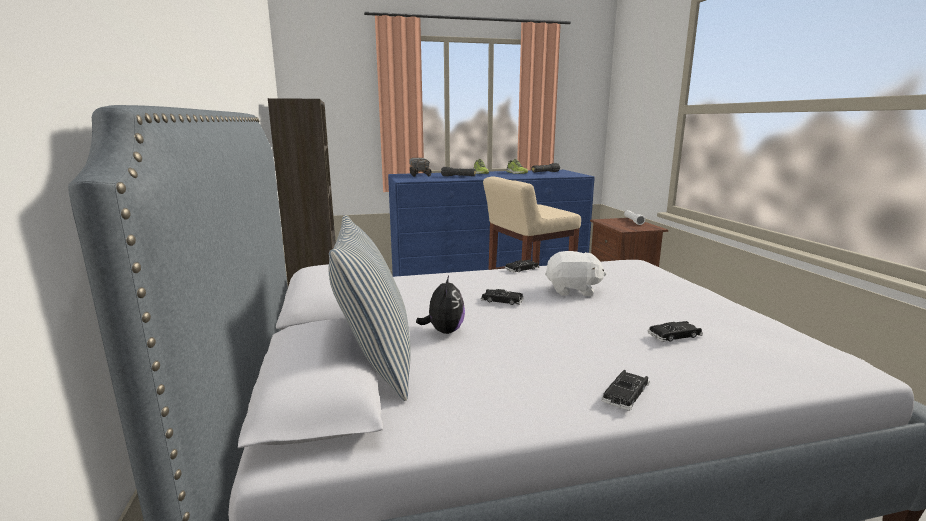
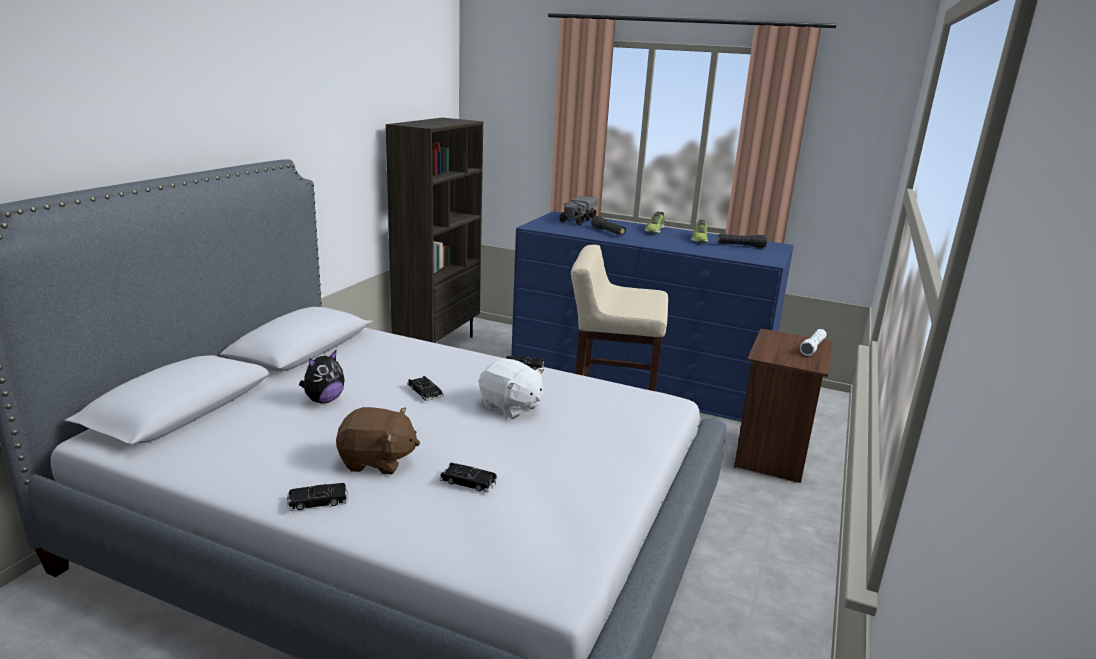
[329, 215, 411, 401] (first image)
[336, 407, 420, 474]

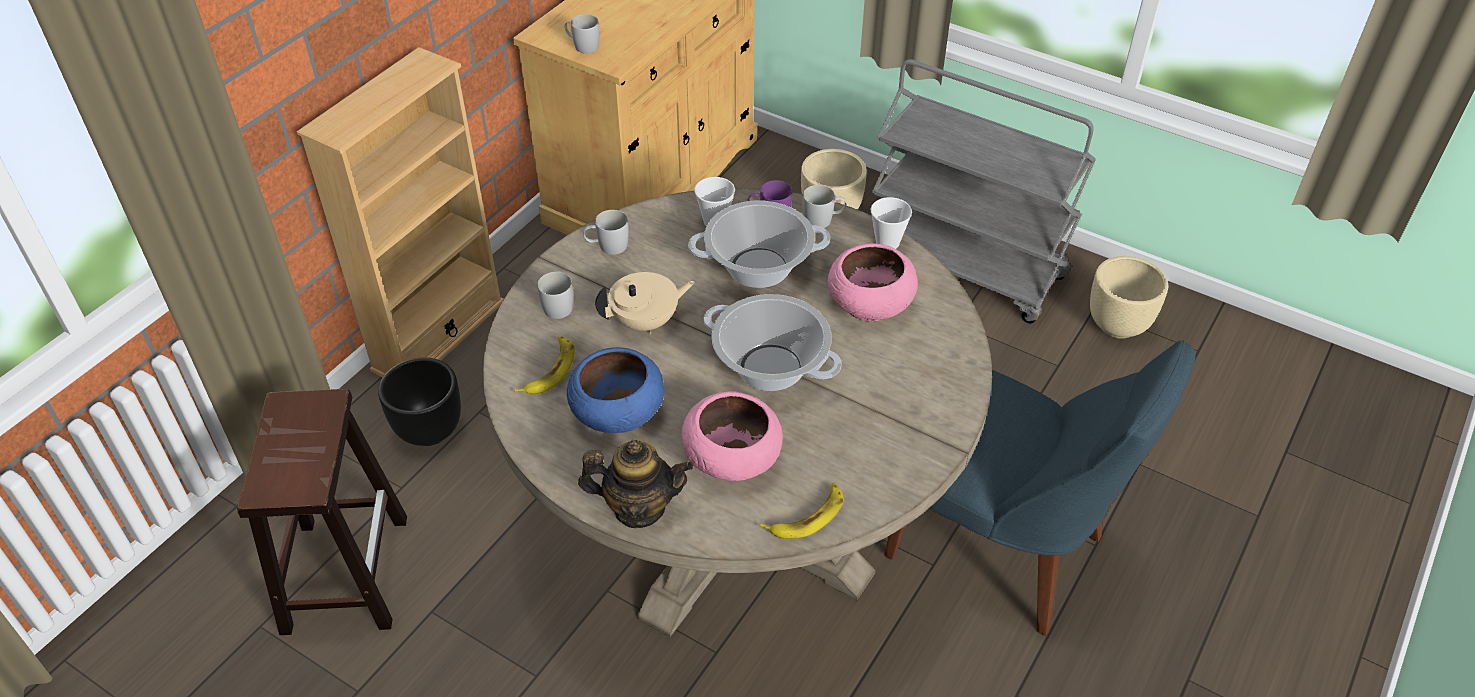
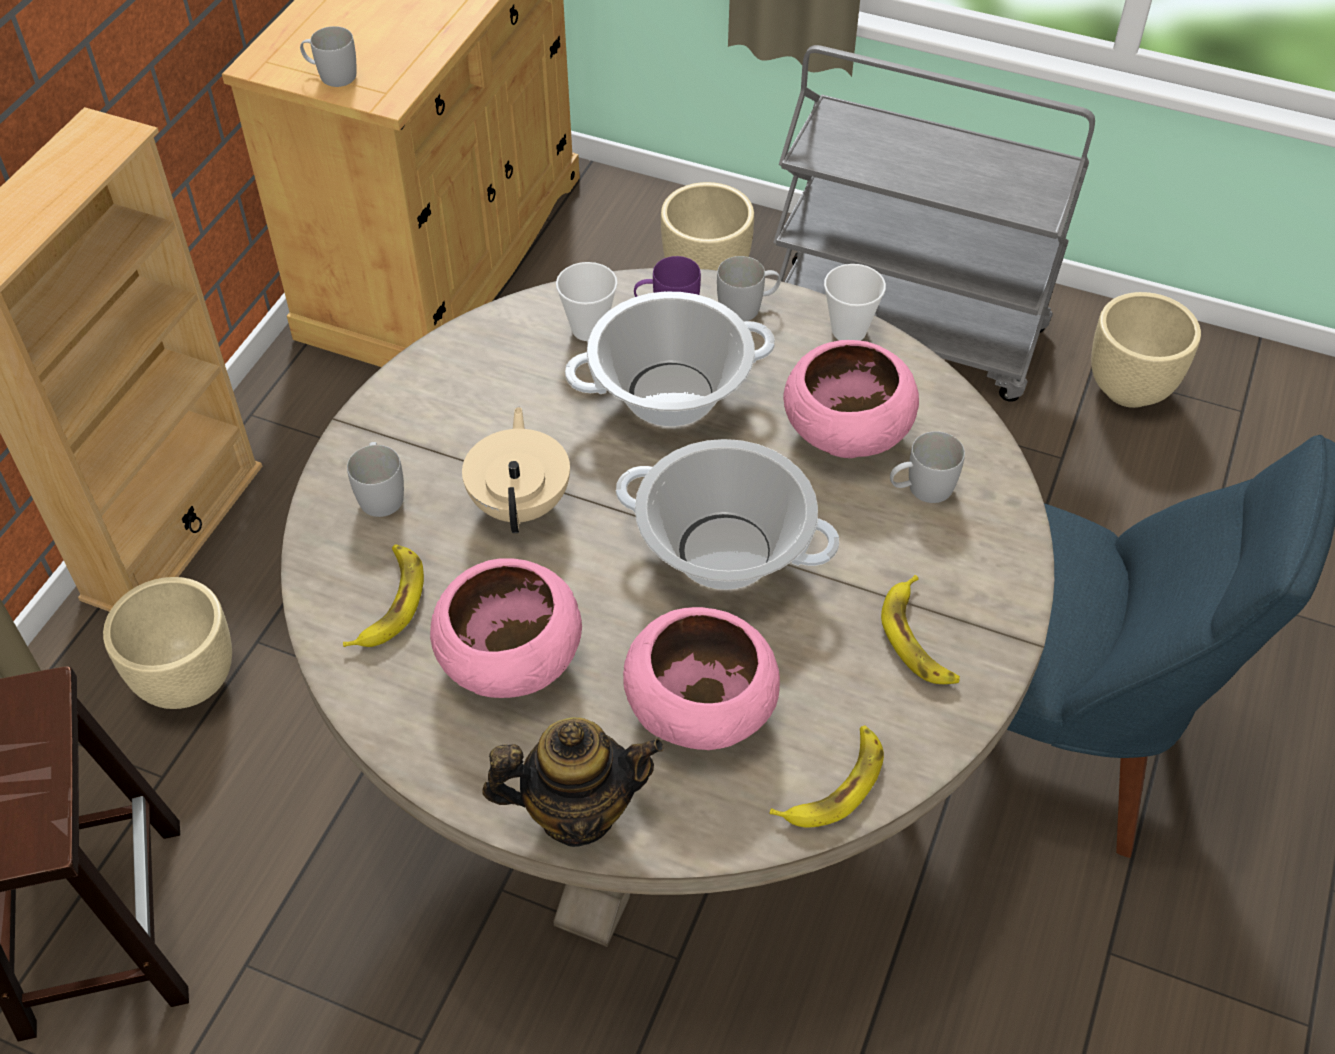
[103, 577, 232, 709]
[430, 558, 582, 698]
[890, 431, 965, 503]
[462, 407, 570, 533]
[881, 575, 960, 684]

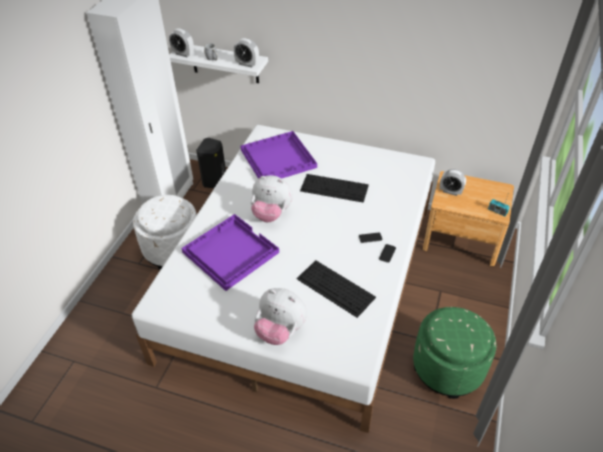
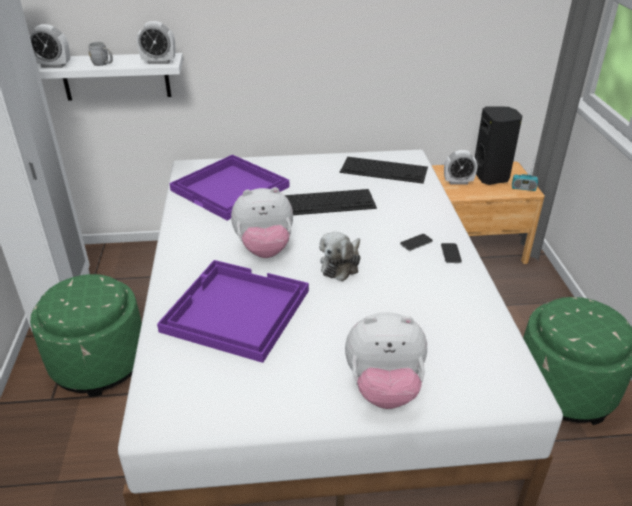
[30, 274, 142, 397]
[475, 106, 522, 185]
[340, 157, 428, 184]
[319, 232, 361, 281]

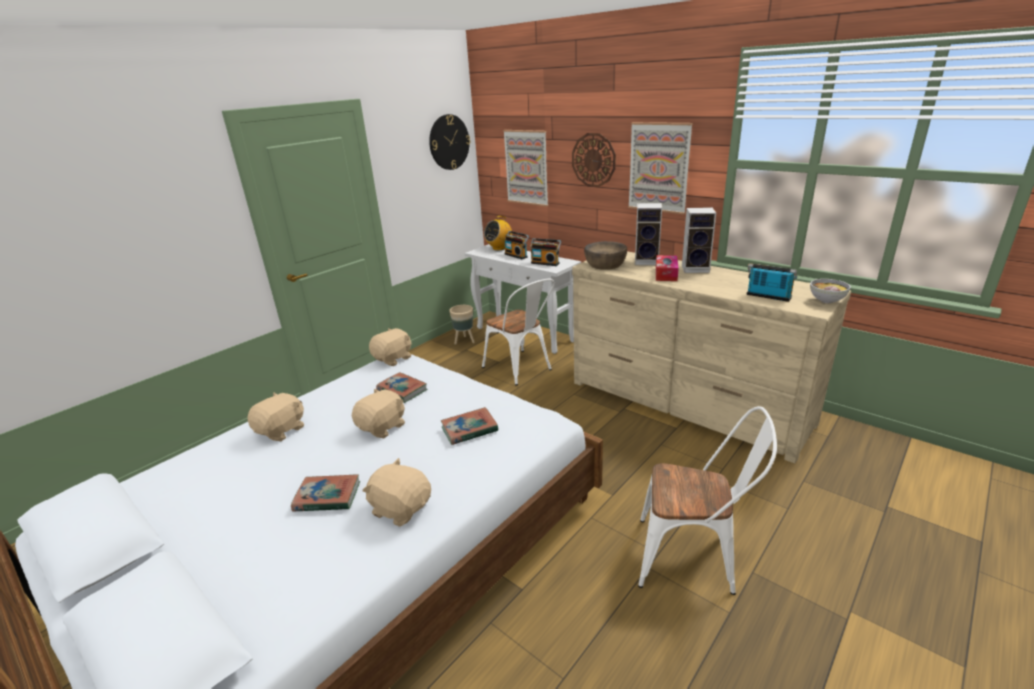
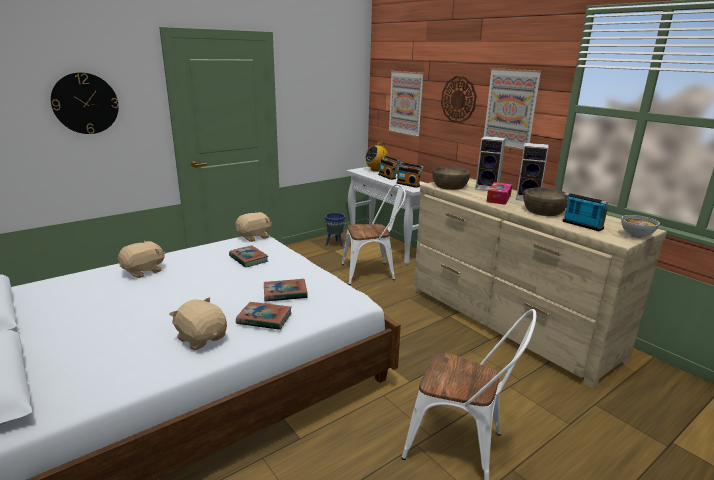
[236, 302, 291, 330]
[352, 389, 405, 438] (first image)
[51, 72, 119, 134]
[325, 213, 345, 247]
[342, 184, 406, 285]
[523, 188, 567, 216]

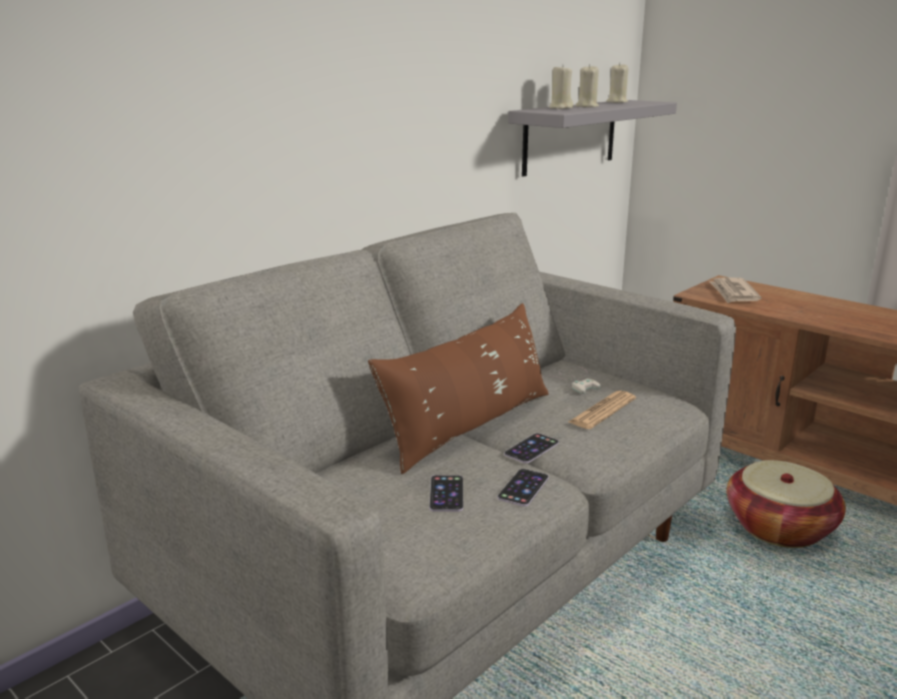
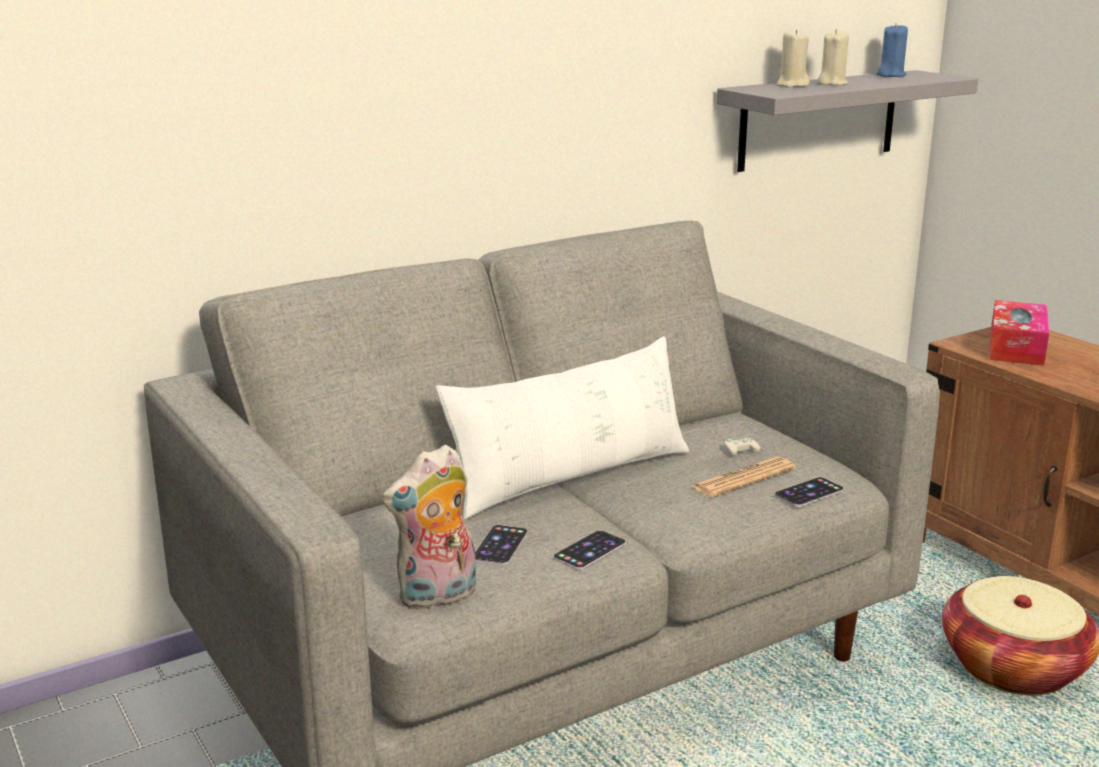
[436, 336, 689, 520]
[774, 477, 844, 507]
[876, 23, 908, 77]
[989, 300, 1049, 366]
[382, 444, 476, 611]

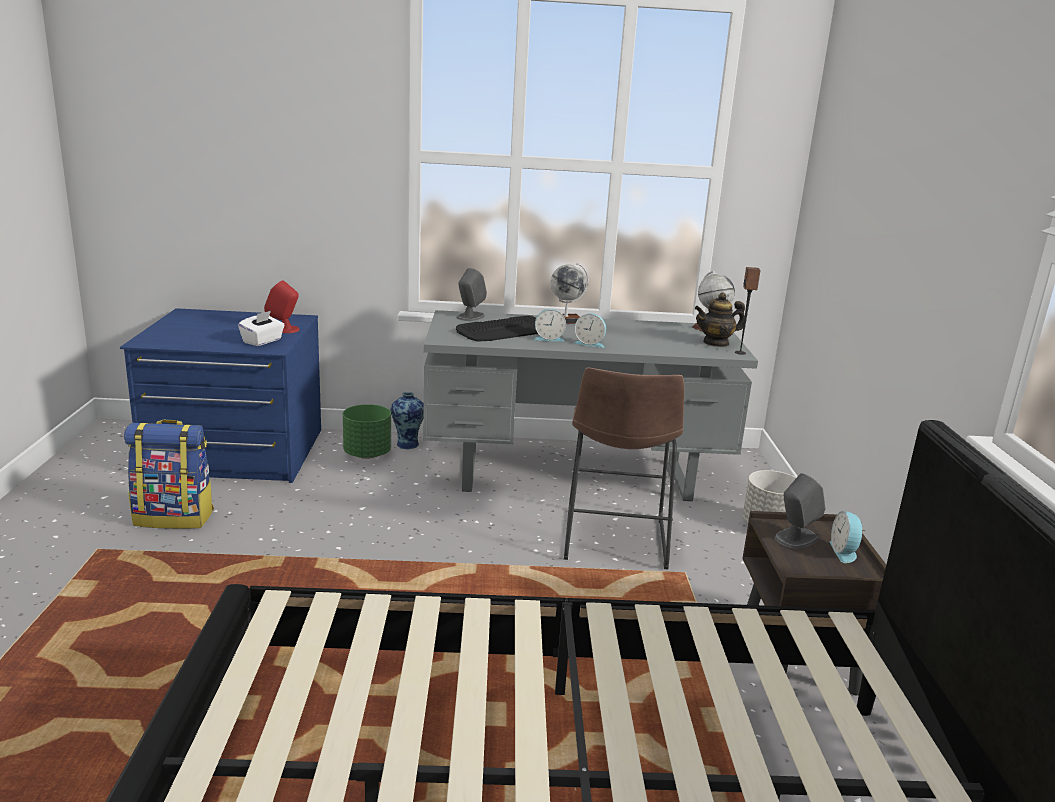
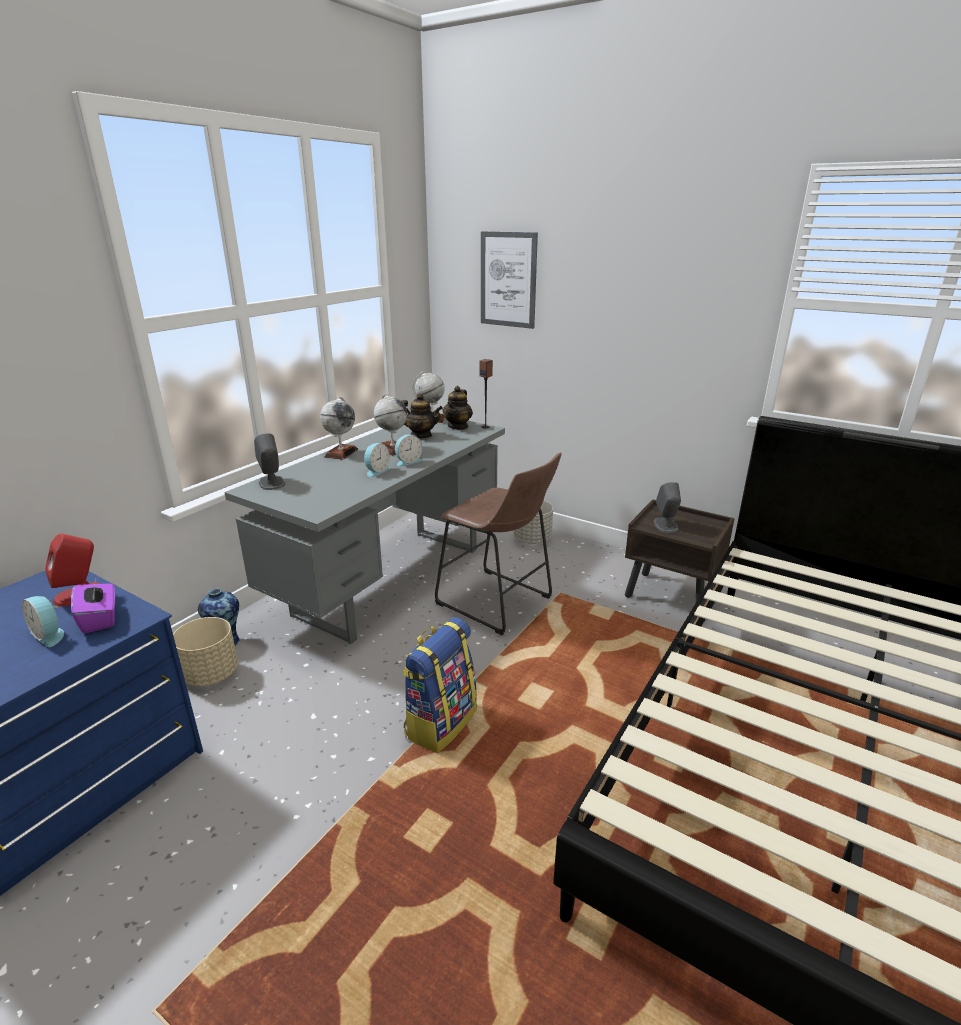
[402, 617, 477, 753]
[71, 576, 115, 633]
[173, 617, 238, 686]
[456, 316, 538, 342] (first image)
[22, 596, 64, 647]
[374, 394, 408, 456]
[402, 393, 443, 438]
[481, 231, 538, 329]

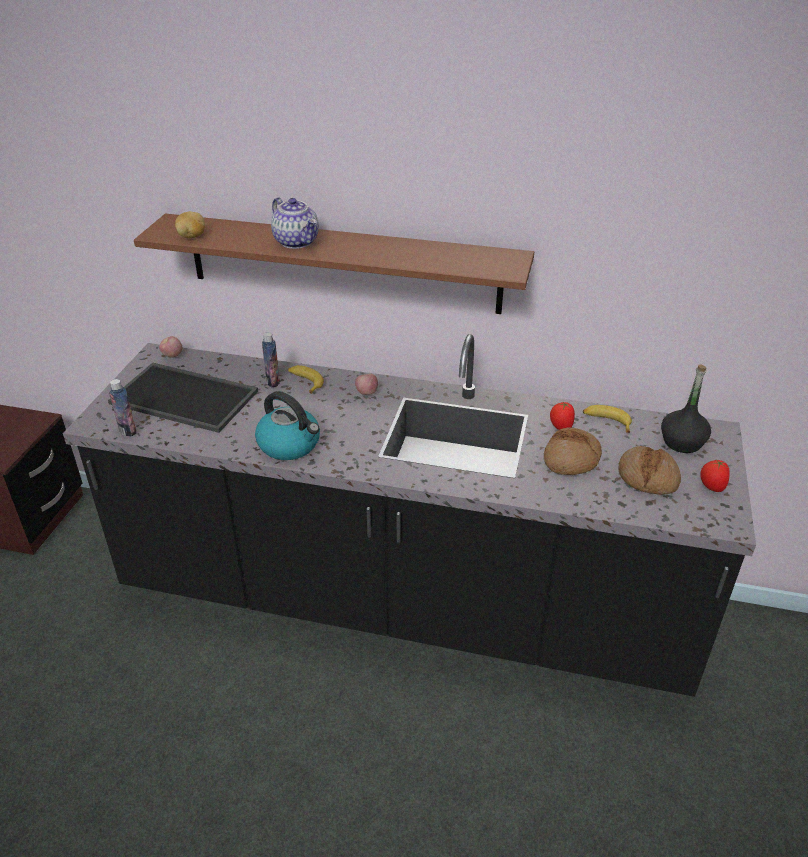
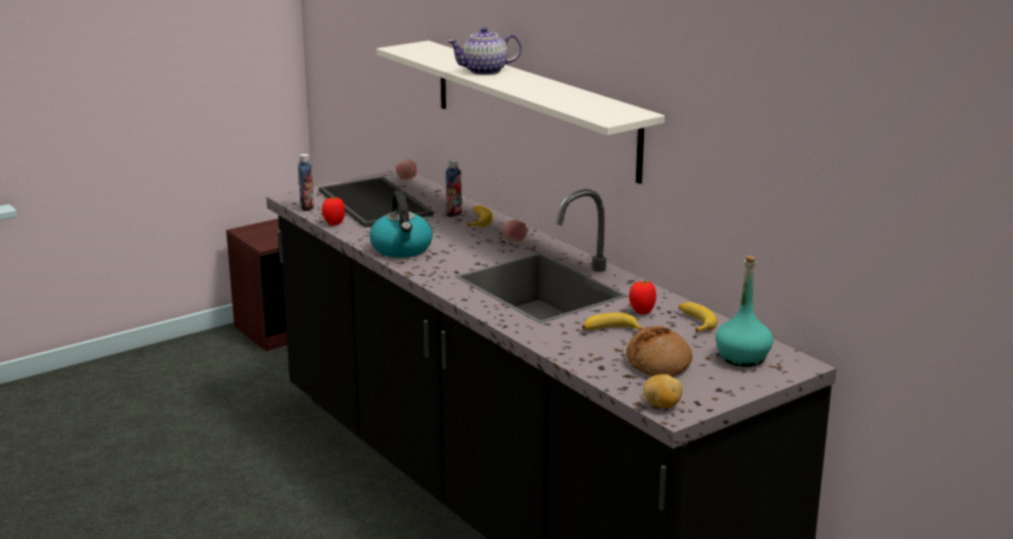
[377, 41, 665, 184]
[643, 374, 683, 408]
[448, 27, 522, 75]
[582, 313, 644, 331]
[715, 255, 773, 367]
[322, 197, 345, 226]

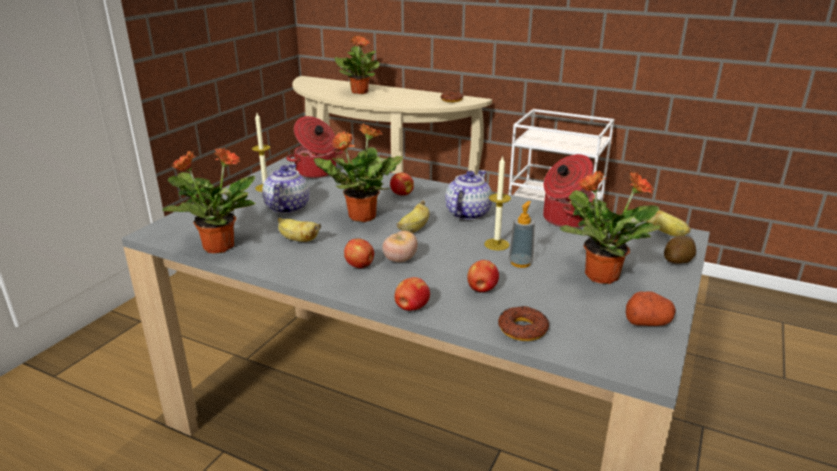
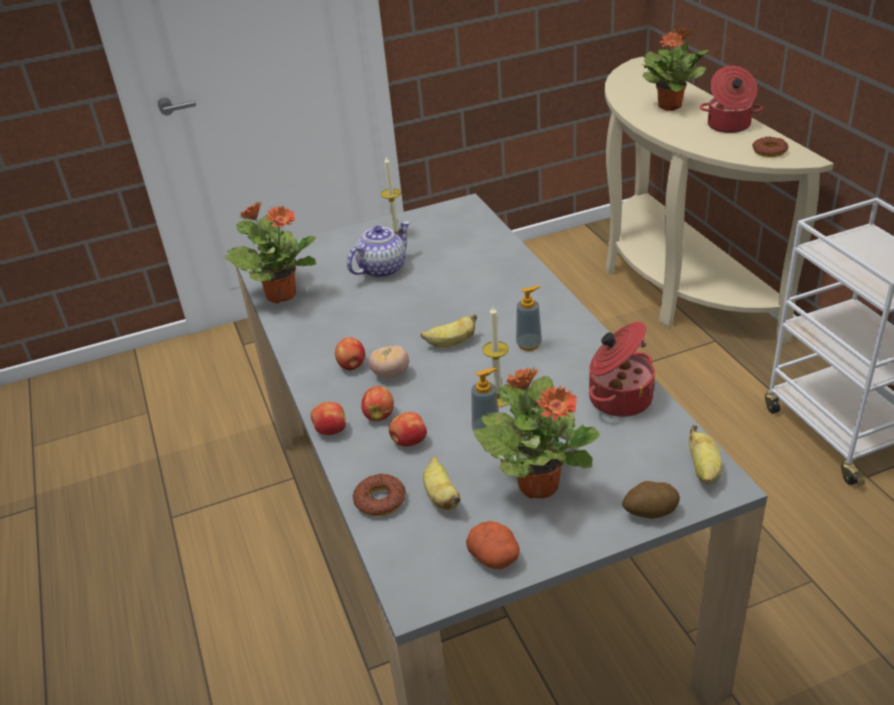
[423, 457, 461, 510]
[700, 66, 763, 133]
[314, 123, 403, 222] (first image)
[361, 386, 394, 421]
[516, 286, 542, 351]

